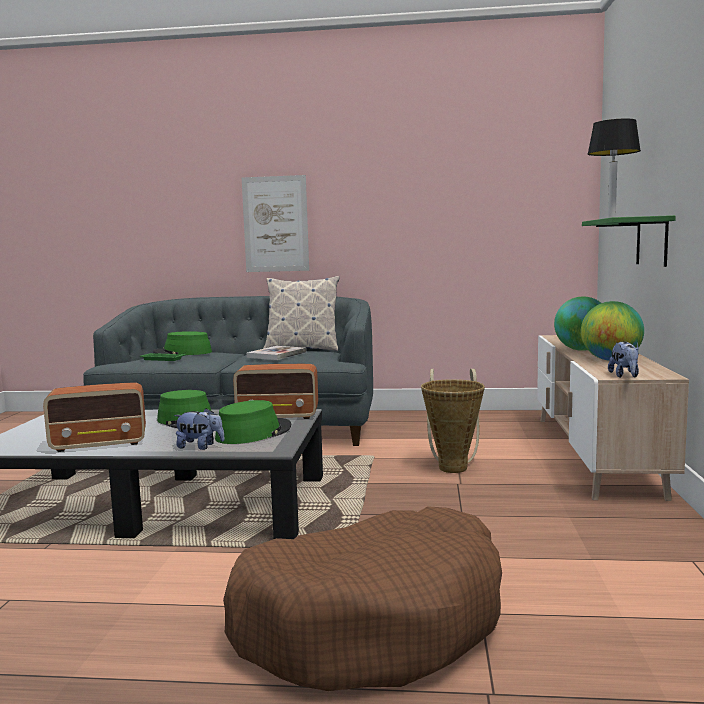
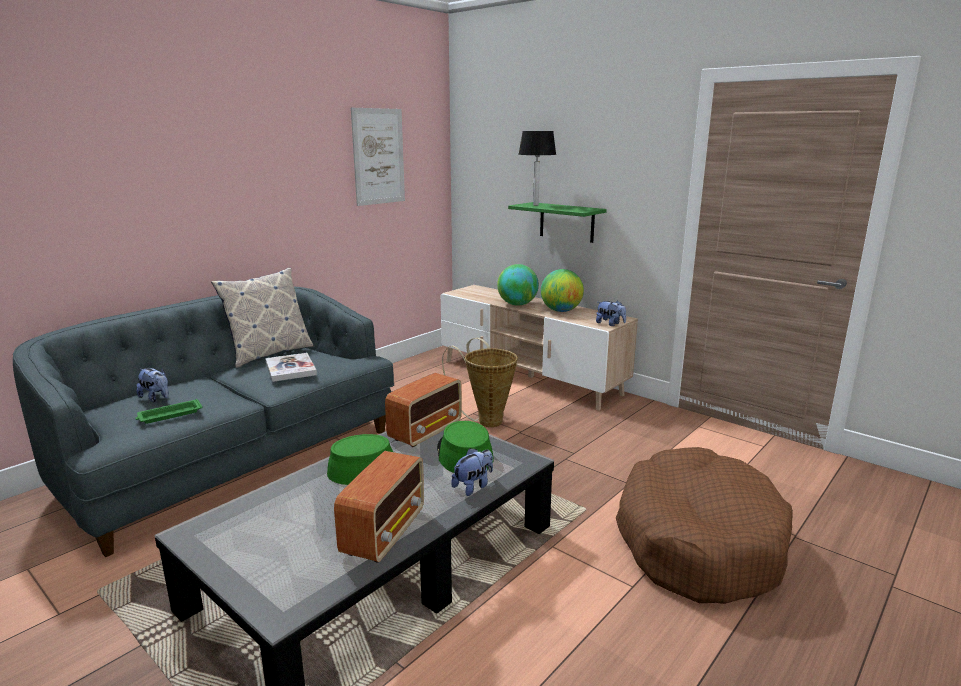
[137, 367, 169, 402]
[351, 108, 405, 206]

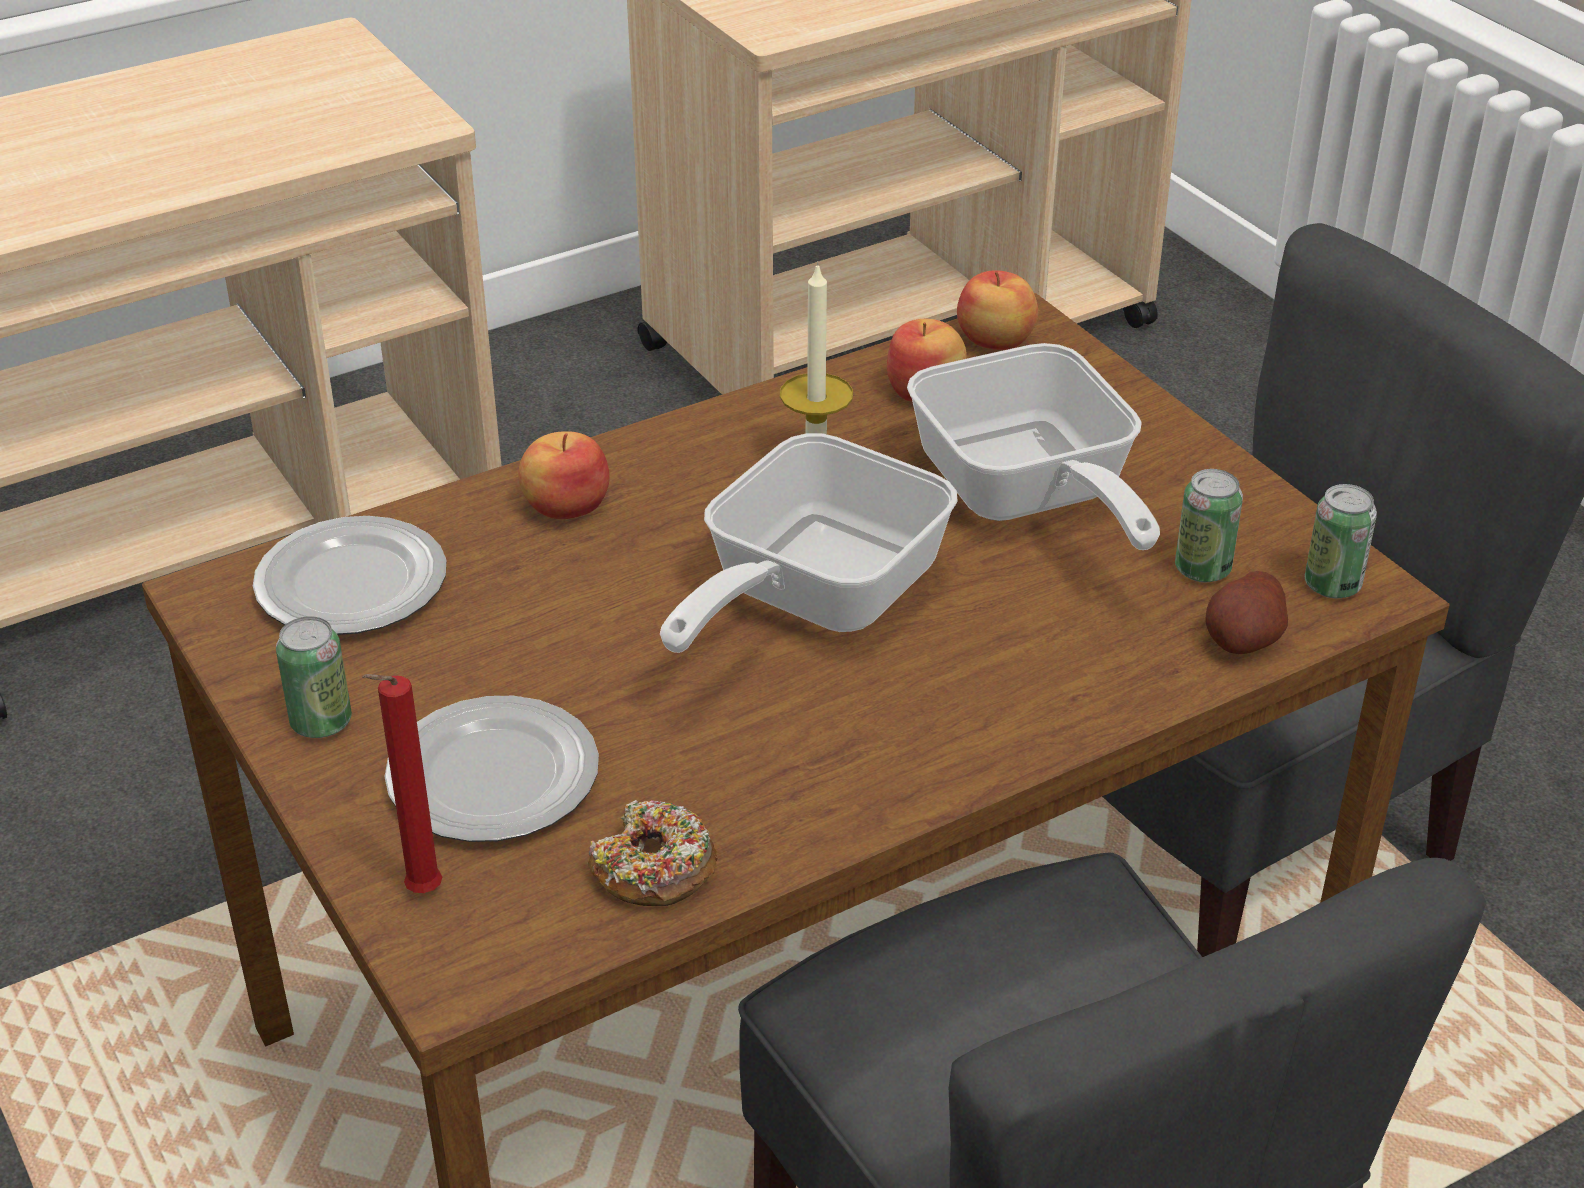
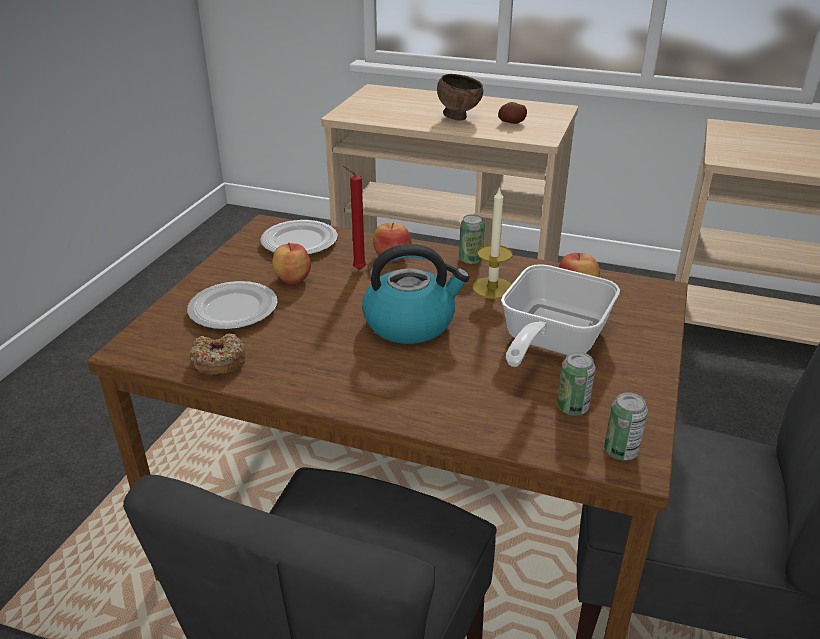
[459, 215, 485, 264]
[343, 166, 366, 270]
[362, 244, 470, 344]
[272, 242, 311, 284]
[498, 102, 527, 124]
[437, 74, 483, 121]

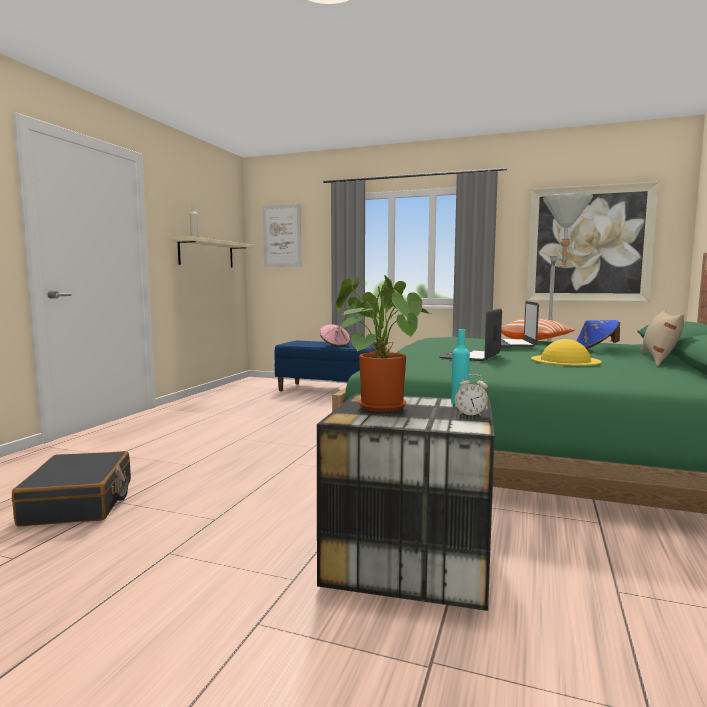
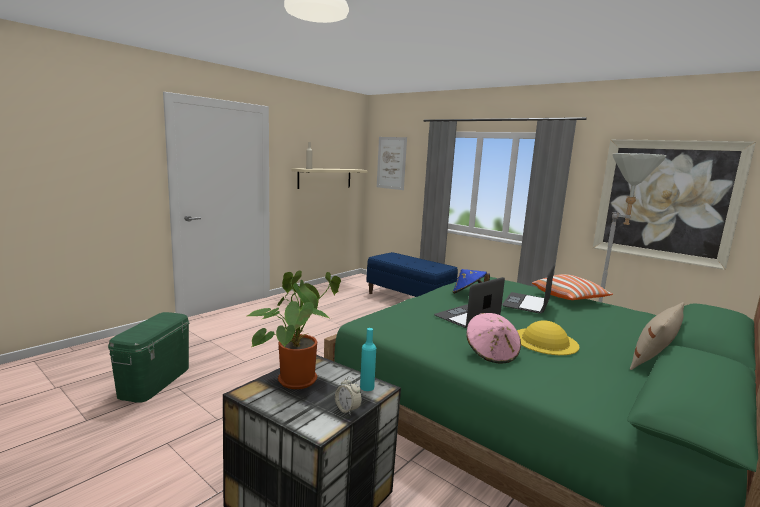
[108, 312, 189, 403]
[466, 313, 521, 364]
[453, 269, 490, 294]

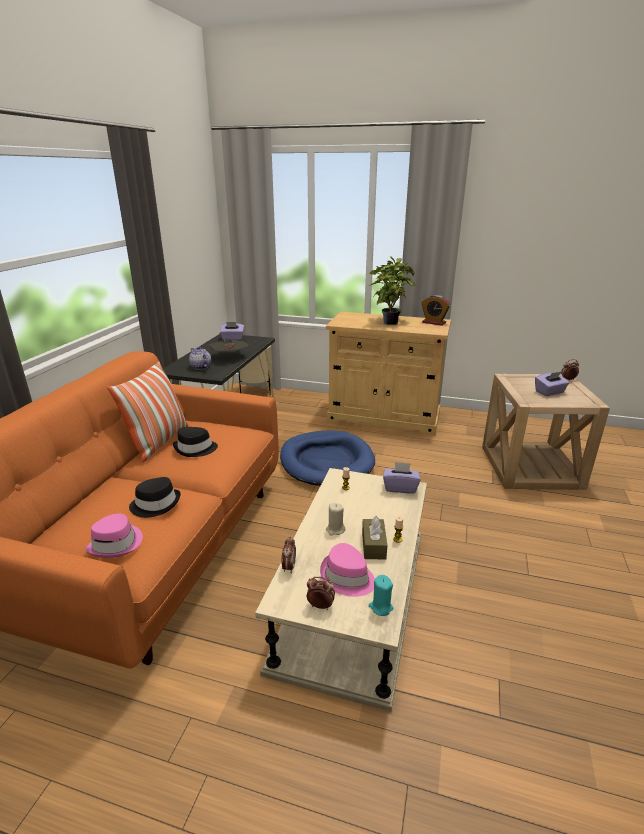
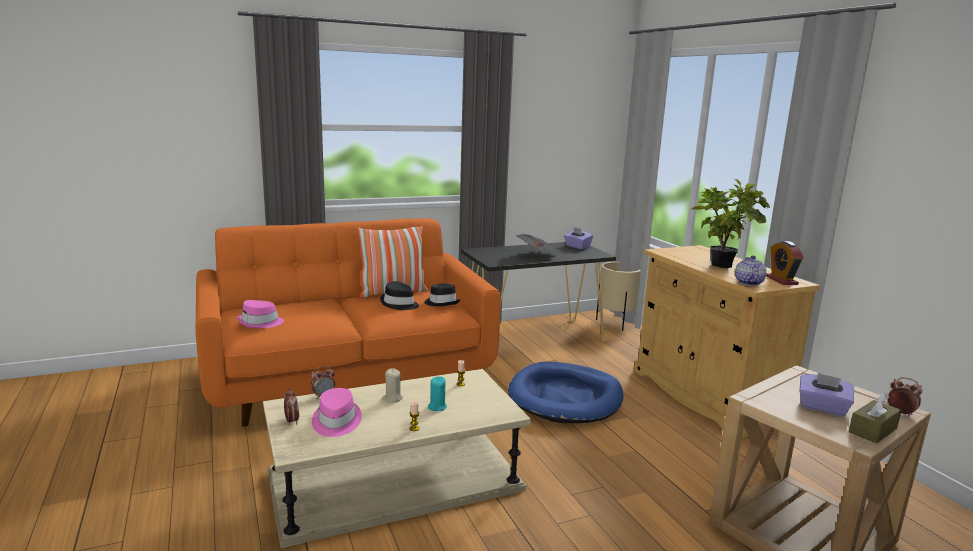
[425, 284, 460, 306]
[735, 255, 767, 286]
[849, 393, 902, 443]
[428, 376, 447, 411]
[383, 462, 420, 494] (first image)

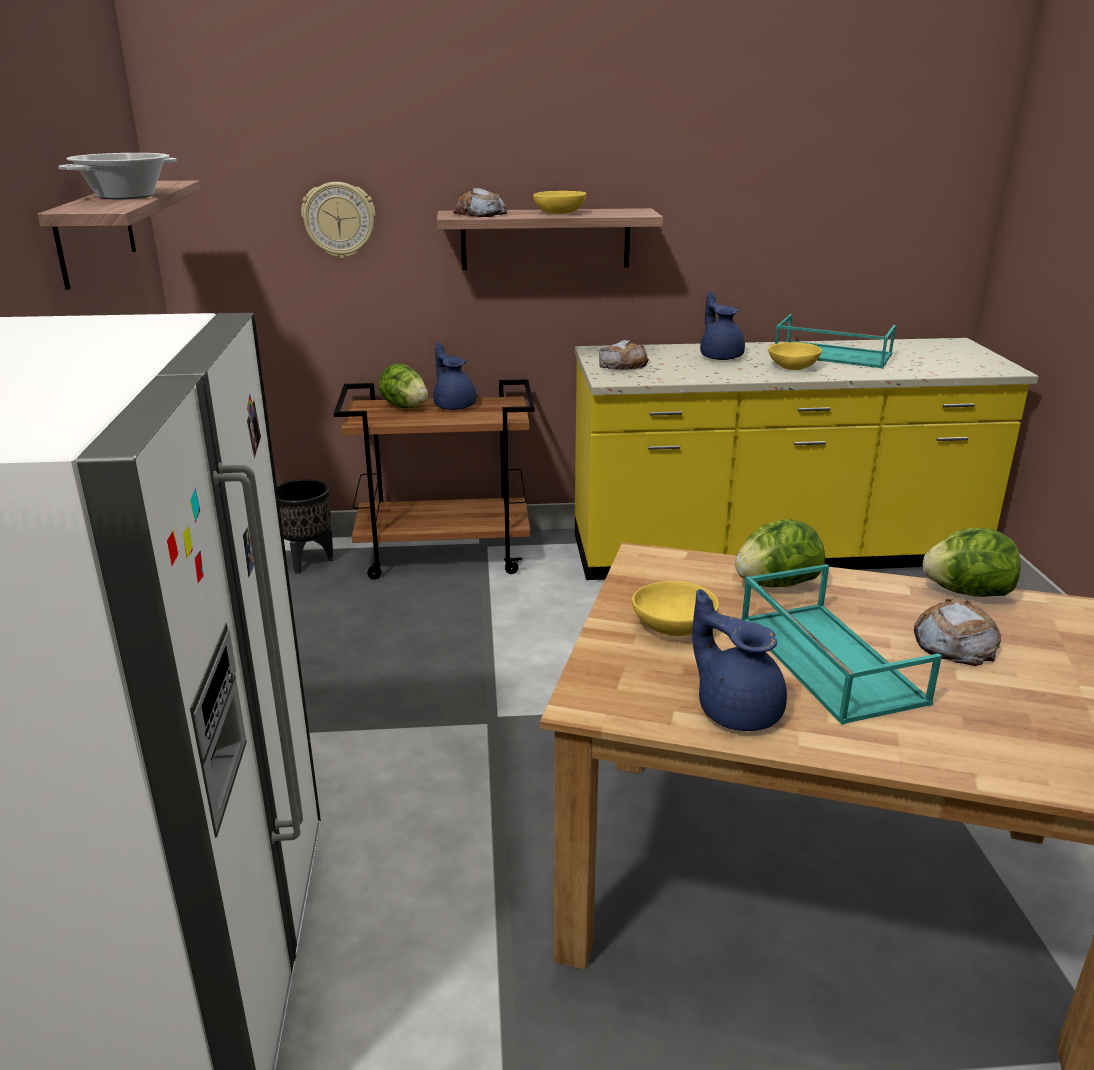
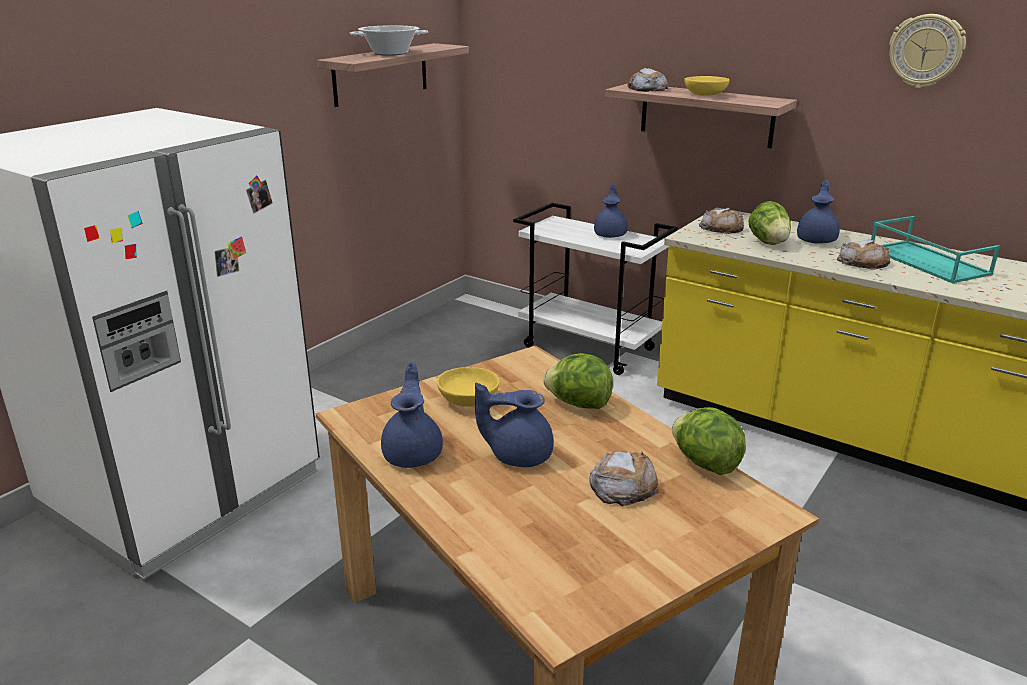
[277, 479, 333, 574] (first image)
[889, 14, 966, 88]
[513, 203, 678, 375]
[748, 201, 791, 245]
[475, 382, 554, 467]
[837, 239, 890, 270]

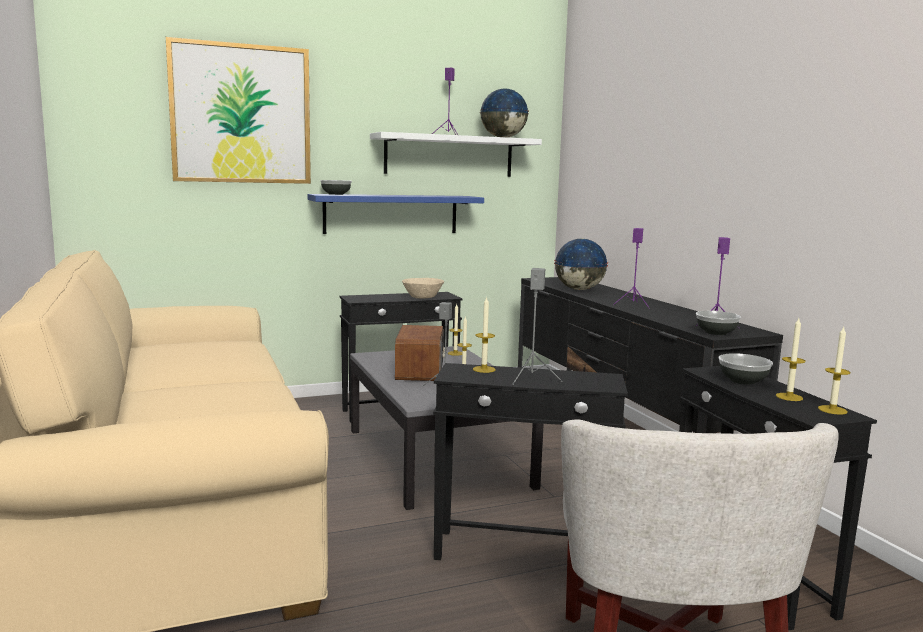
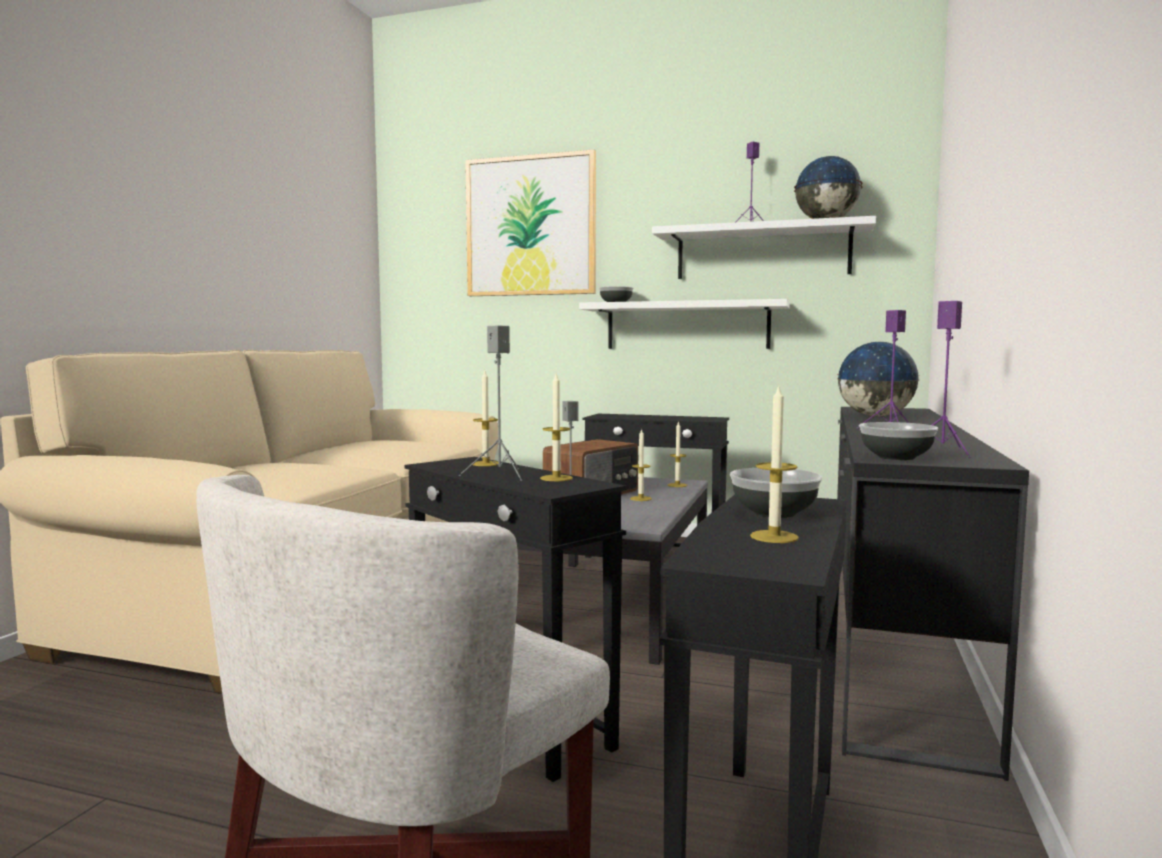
[579, 299, 790, 349]
[402, 278, 444, 298] (first image)
[540, 374, 573, 481]

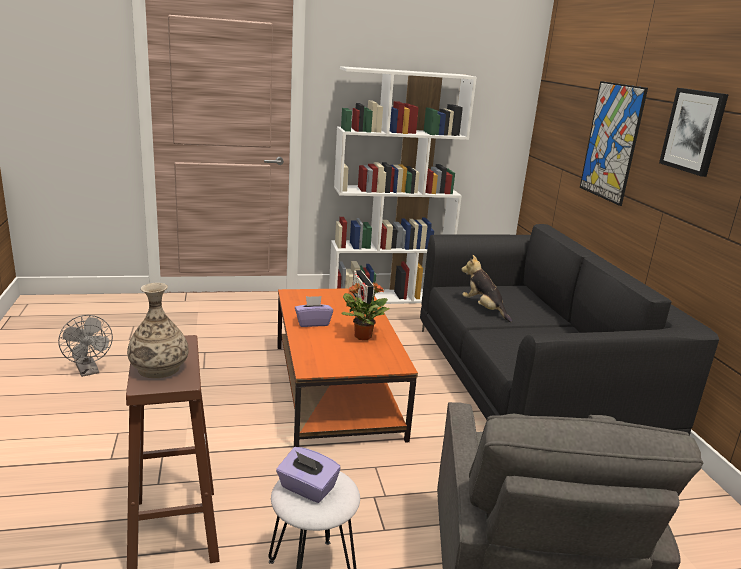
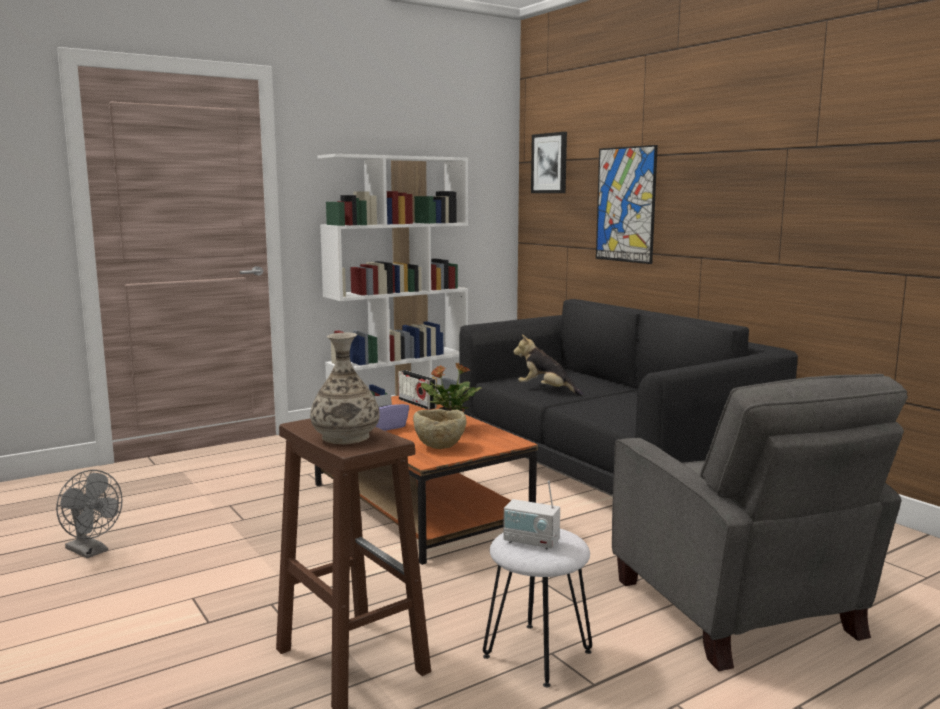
[503, 481, 560, 550]
[531, 132, 567, 193]
[413, 409, 467, 449]

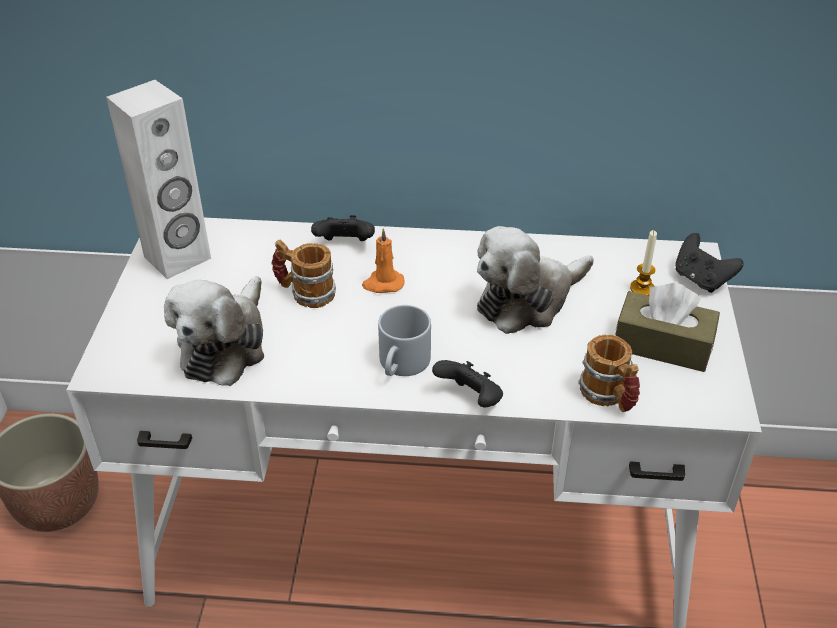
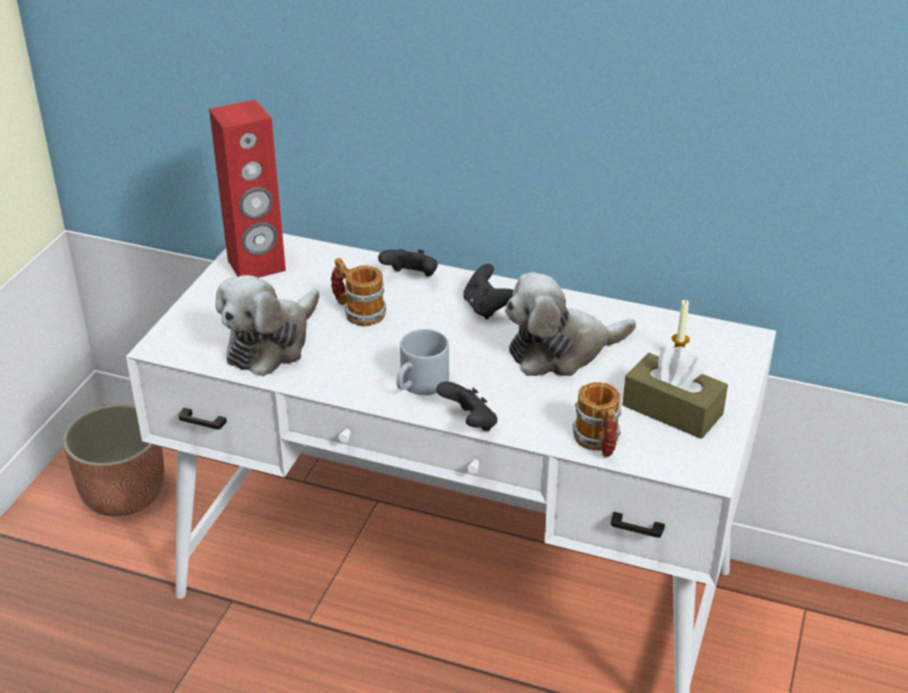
[209, 100, 286, 278]
[362, 228, 405, 293] (first image)
[463, 264, 513, 319]

